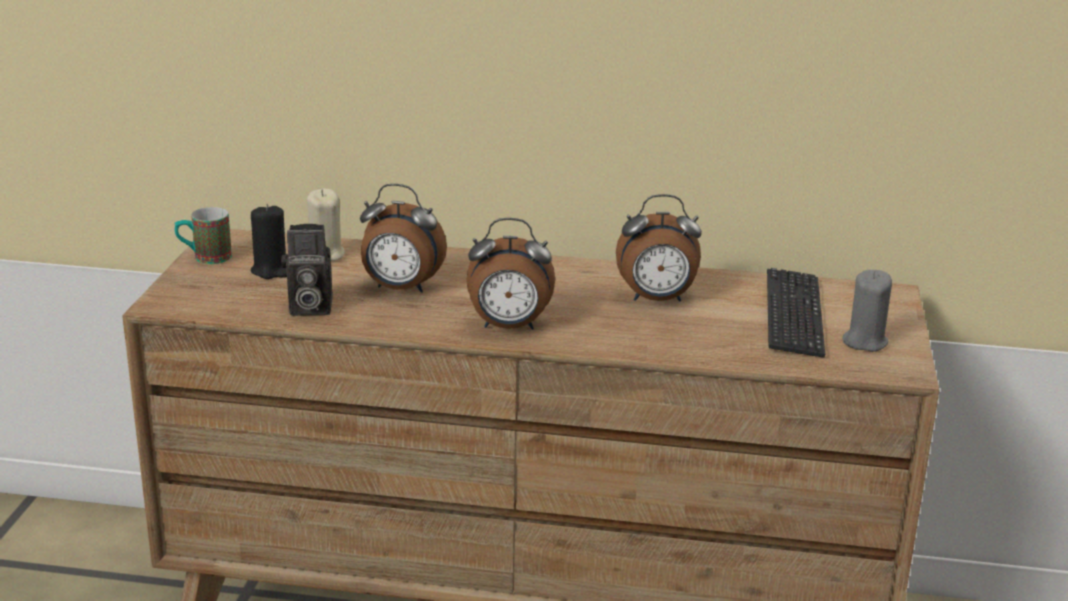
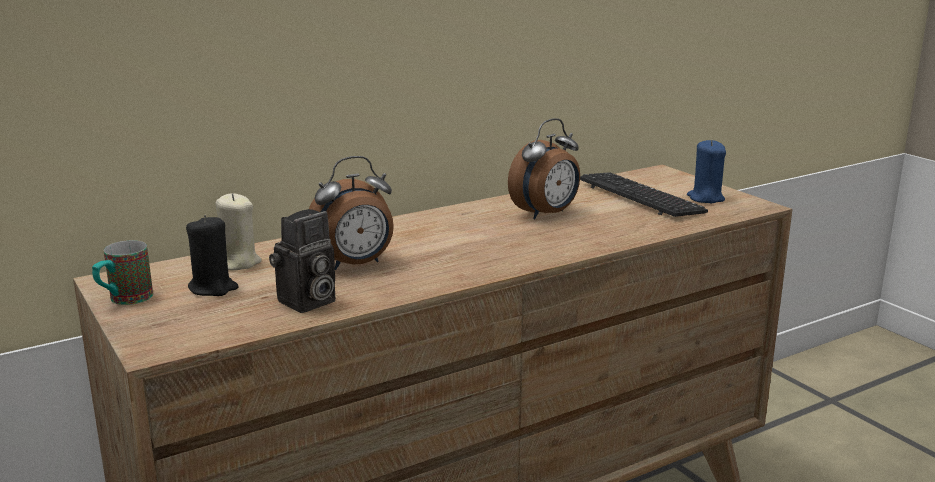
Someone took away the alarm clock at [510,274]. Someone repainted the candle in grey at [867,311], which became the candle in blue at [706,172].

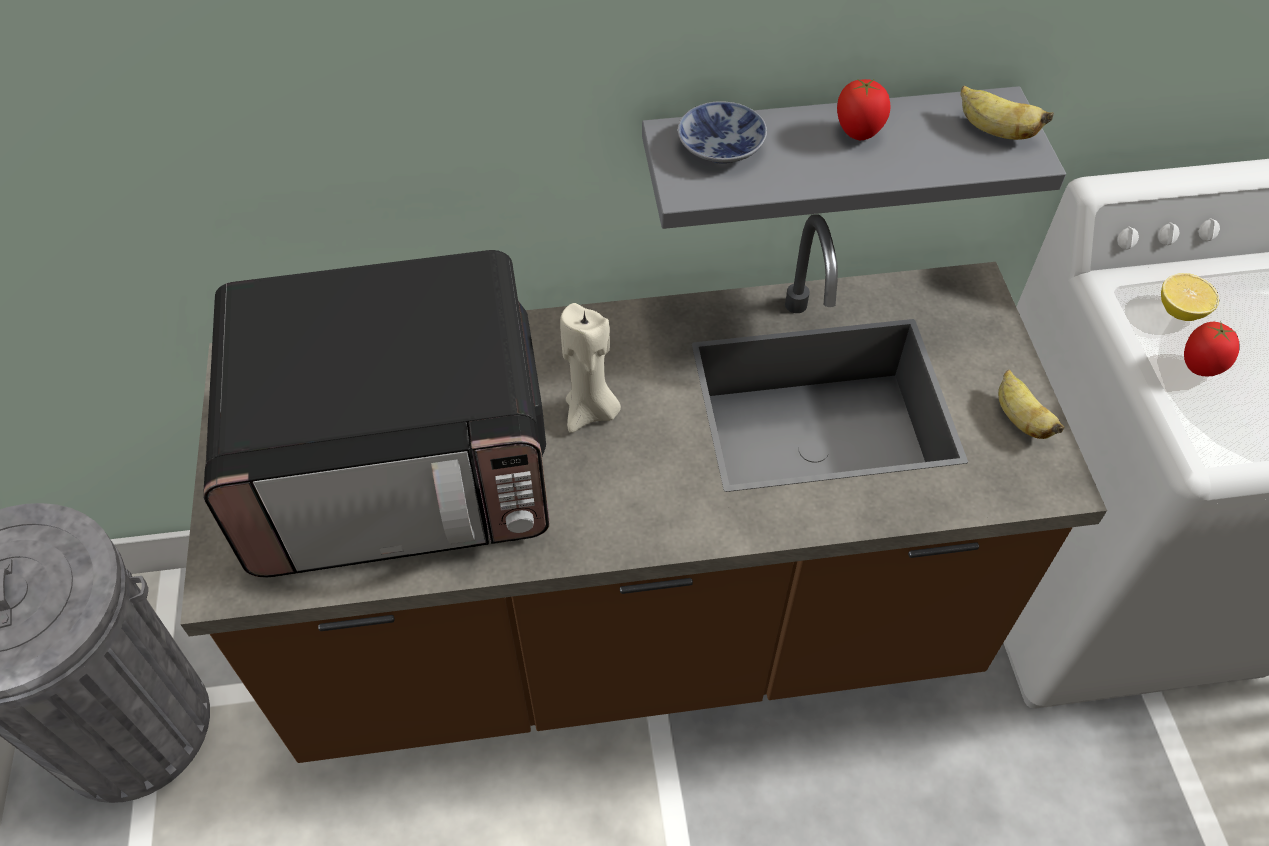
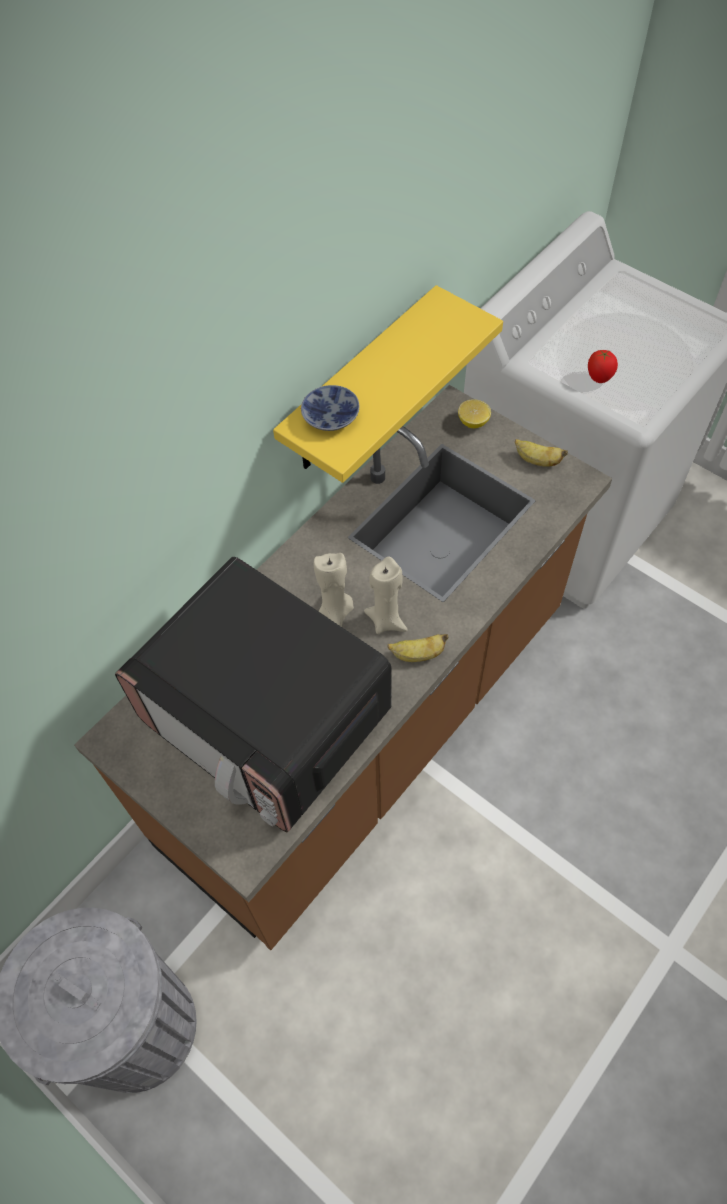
Someone took away the tomato at [863,109]. Someone carried the banana from [1007,112] to [418,648]. Someone repainted the shelf in grey at [854,157], which became the shelf in yellow at [388,384]. Someone rotated the microwave at [376,414] by 90 degrees clockwise. Someone carried the lemon from [1190,297] to [474,413]. Someone put down the candle in beige at [386,595].

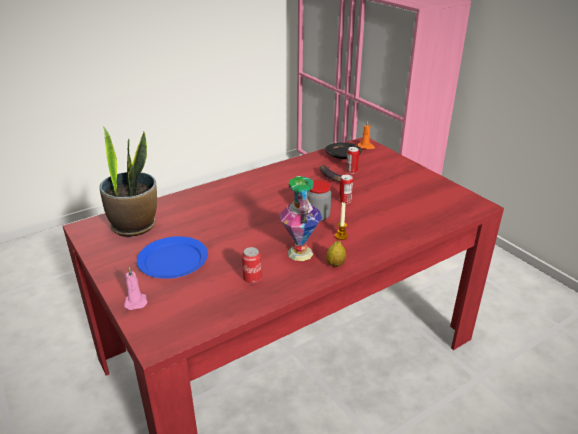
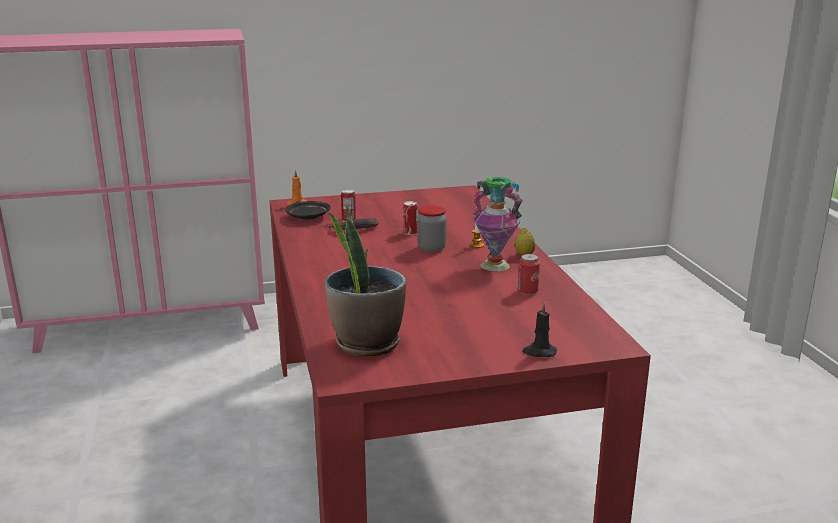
Someone took away the plate in blue at [172,257]. Someone repainted the candle in pink at [136,288], which became the candle in black at [539,329].

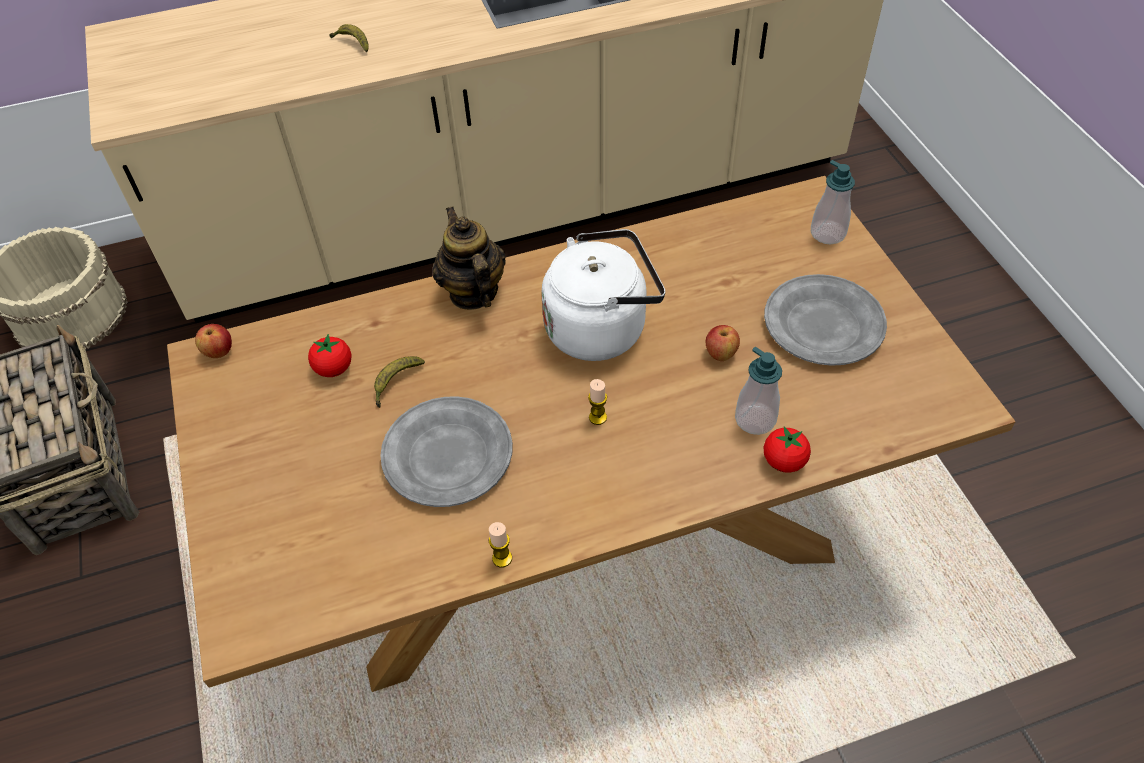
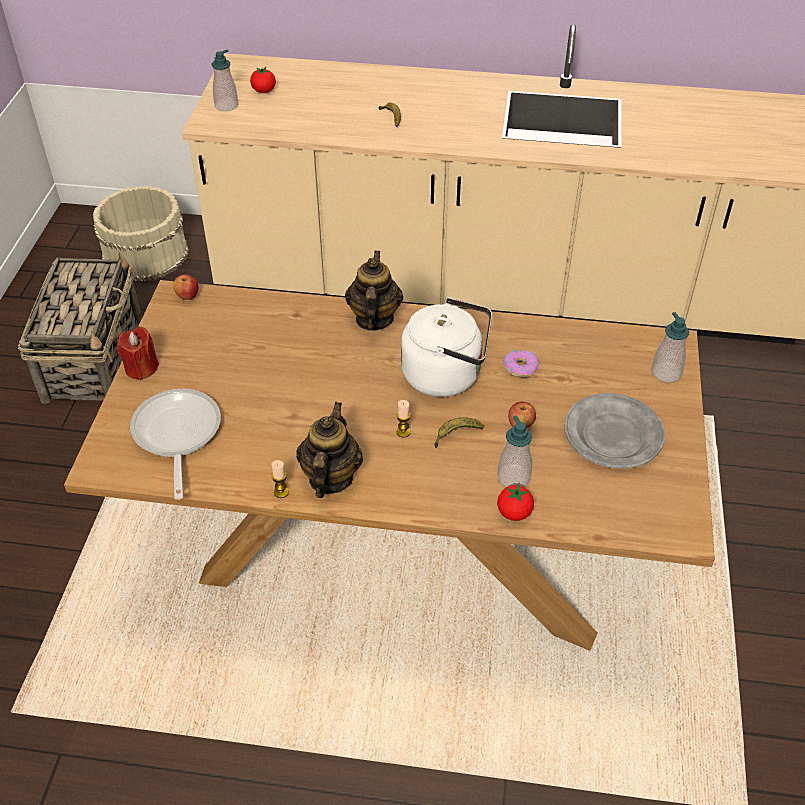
Someone carried the tomato from [330,355] to [263,80]. Someone carried the banana from [399,382] to [459,432]. Someone took away the plate in grey at [446,451]. Someone put down the soap dispenser at [225,80]. Someone put down the candle in red at [138,353]. Someone put down the donut at [521,363]. Someone put down the frying pan at [175,444]. Someone put down the teapot at [329,450].

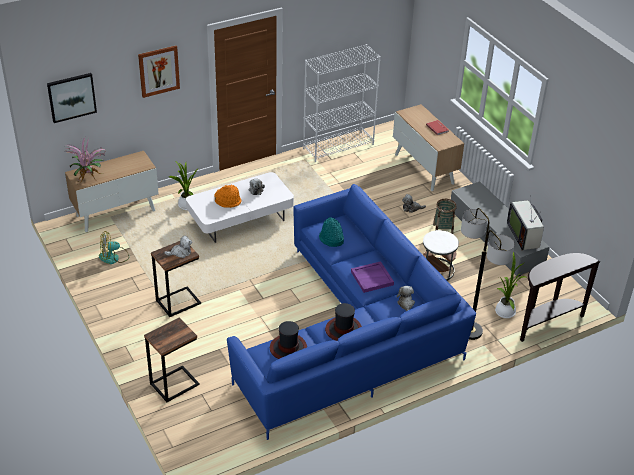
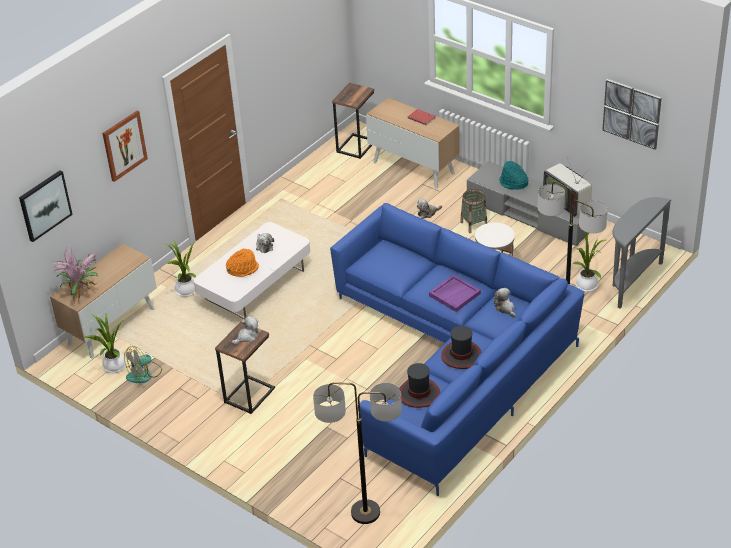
Someone took away the bookcase in white at [342,103]. Someone carried the hat in turquoise from [331,232] to [513,175]. Someone repainted the console table in brown at [560,297], which became the console table in grey at [641,253]. Someone carried the side table from [172,360] to [353,121]. Someone put up the picture at [632,114]. Someone put down the potted plant at [105,343]. Someone put down the floor lamp at [357,453].

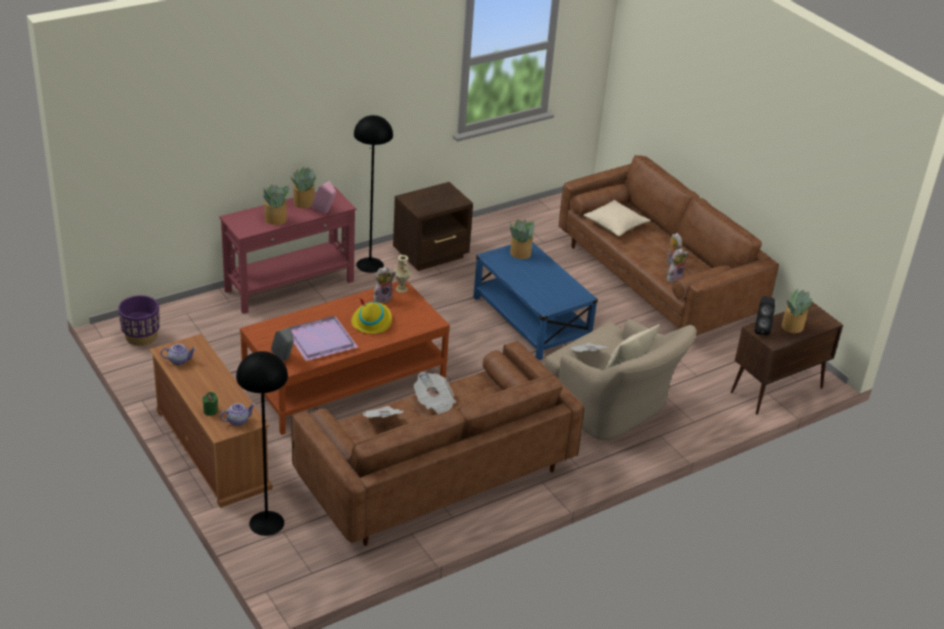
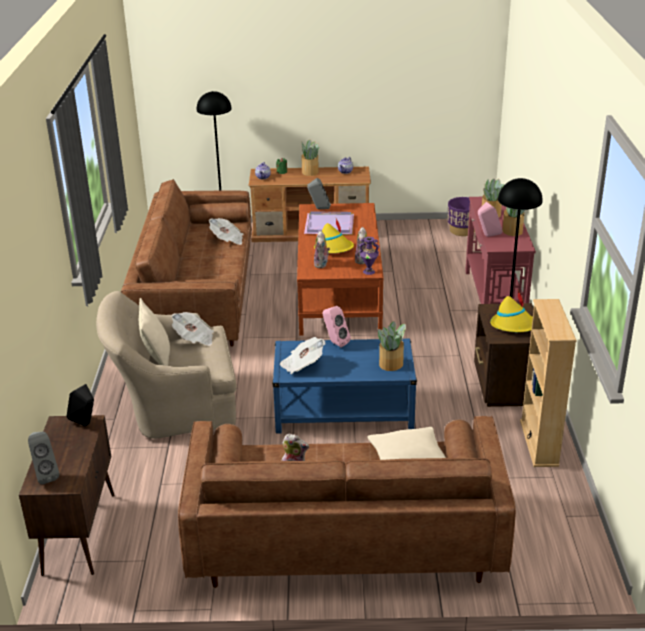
Someone carried the plush toy from [678,265] to [322,249]. Someone repainted the vase in beige at [402,273], which became the vase in purple at [369,256]. Someone carried the potted plant from [797,311] to [310,158]. Someone carried the newspaper from [435,393] to [303,355]. Someone put down the hat in yellow at [511,311]. Someone put down the bookcase in beige at [548,383]. Someone put down the speaker in pink at [336,327]. Someone put down the speaker in grey at [43,457].

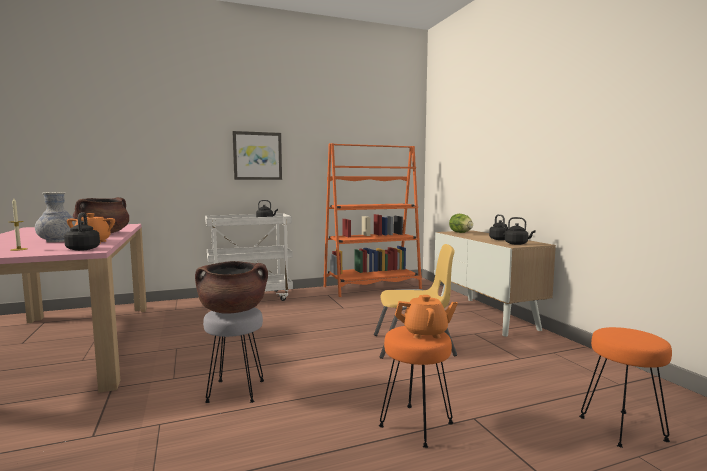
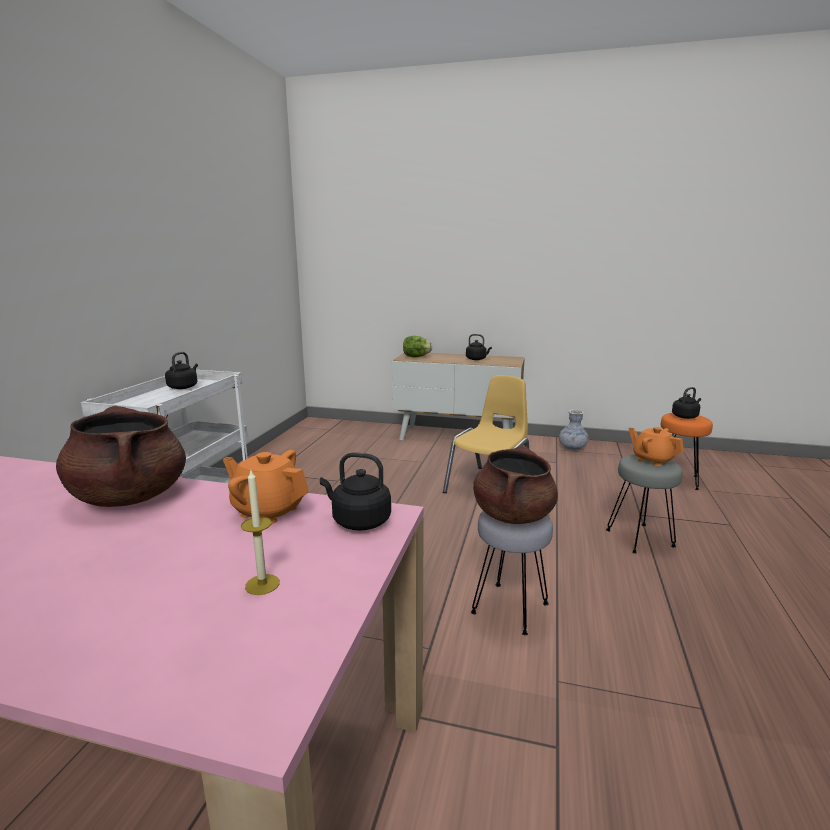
Someone took away the picture at [257,155]. Someone took away the bookcase in orange at [373,220]. Someone carried the vase from [55,217] to [574,430]. Someone carried the kettle in black from [520,231] to [686,403]. Someone rotated the teapot in orange at [426,317] by 75 degrees counterclockwise. Someone repainted the stool in orange at [416,387], which became the stool in grey at [644,503].

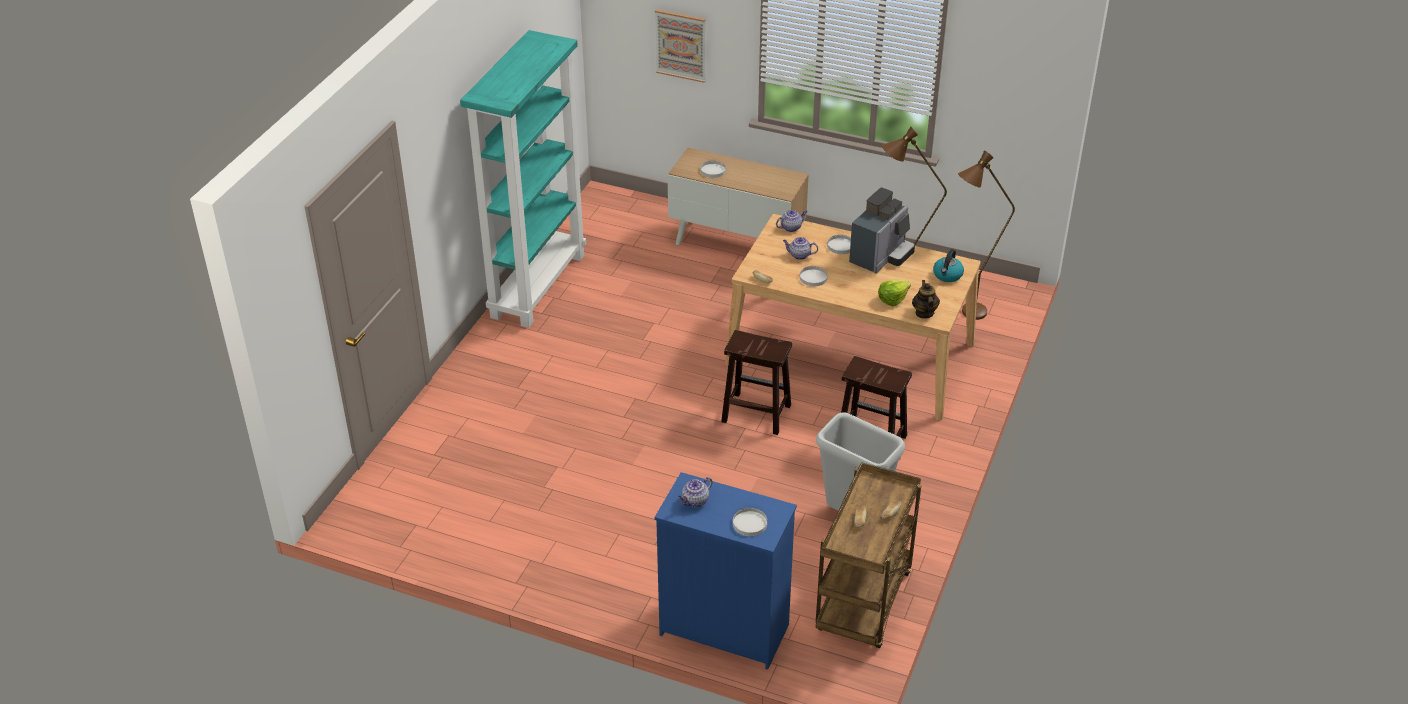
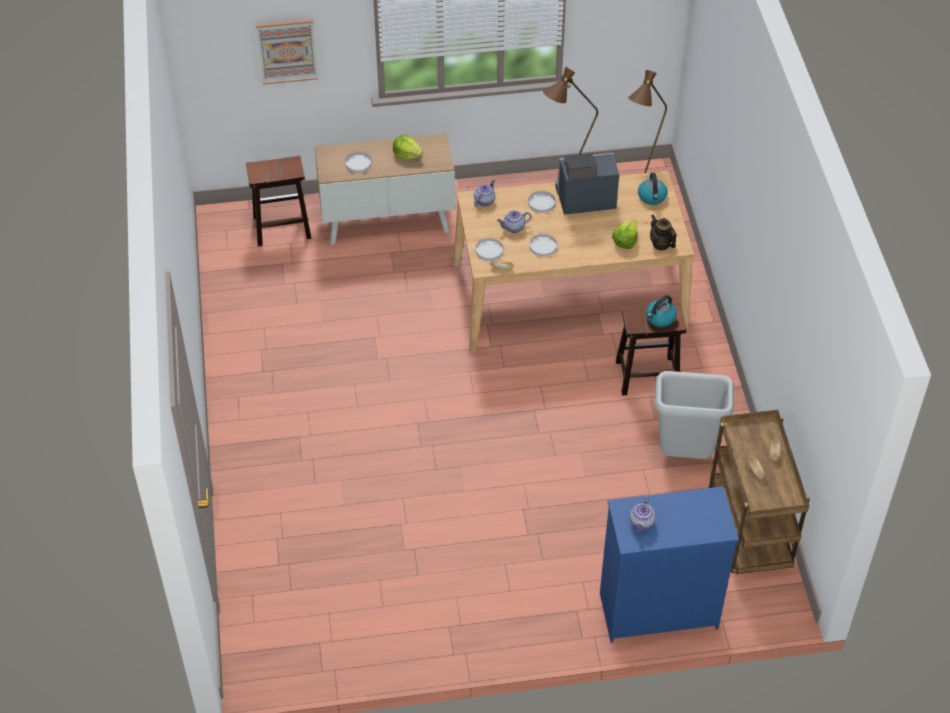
Someone took away the bookcase in turquoise at [523,179]. Someone rotated the coffee machine at [882,230] by 105 degrees counterclockwise. Someone carried the stool in brown from [756,382] to [278,201]. Someone carried the plate in white from [750,522] to [489,249]. Someone put down the lettuce at [408,147]. Someone put down the kettle at [661,311].

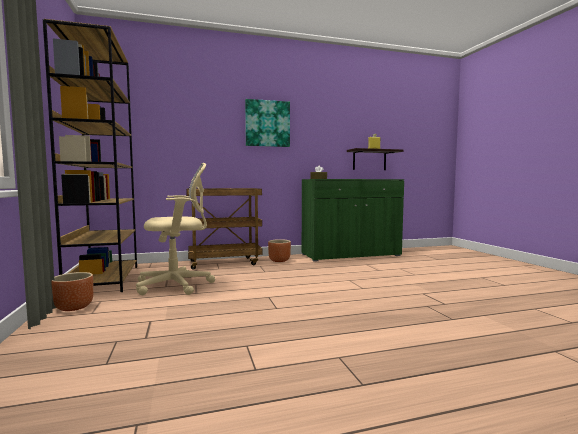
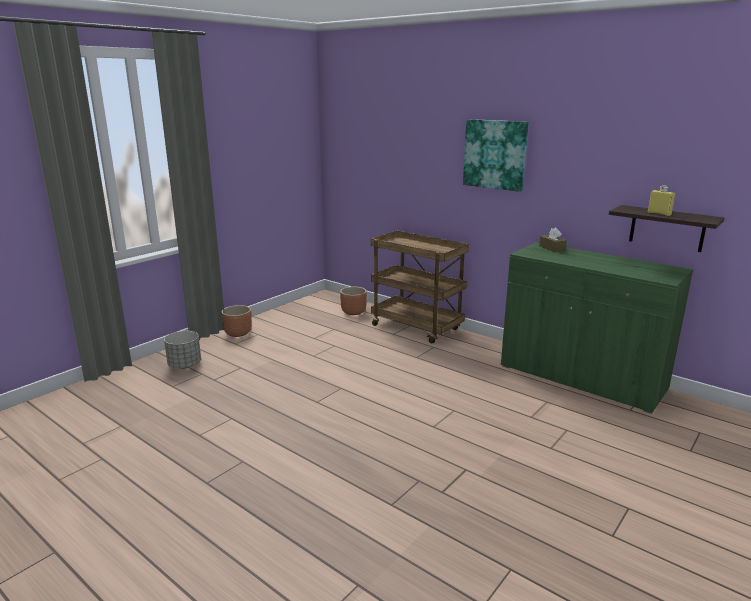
Someone took away the bookcase in brown at [90,155]. Someone took away the office chair in beige at [175,229]. Someone carried the planter in brown from [279,250] to [353,301]. Someone put down the planter in grey at [182,350].

